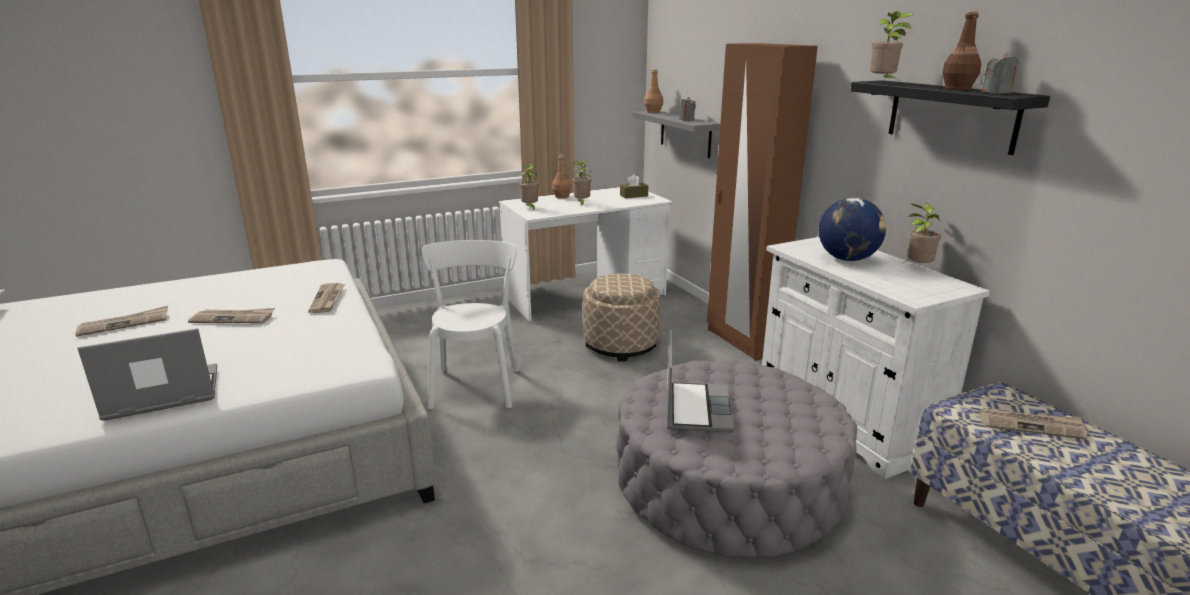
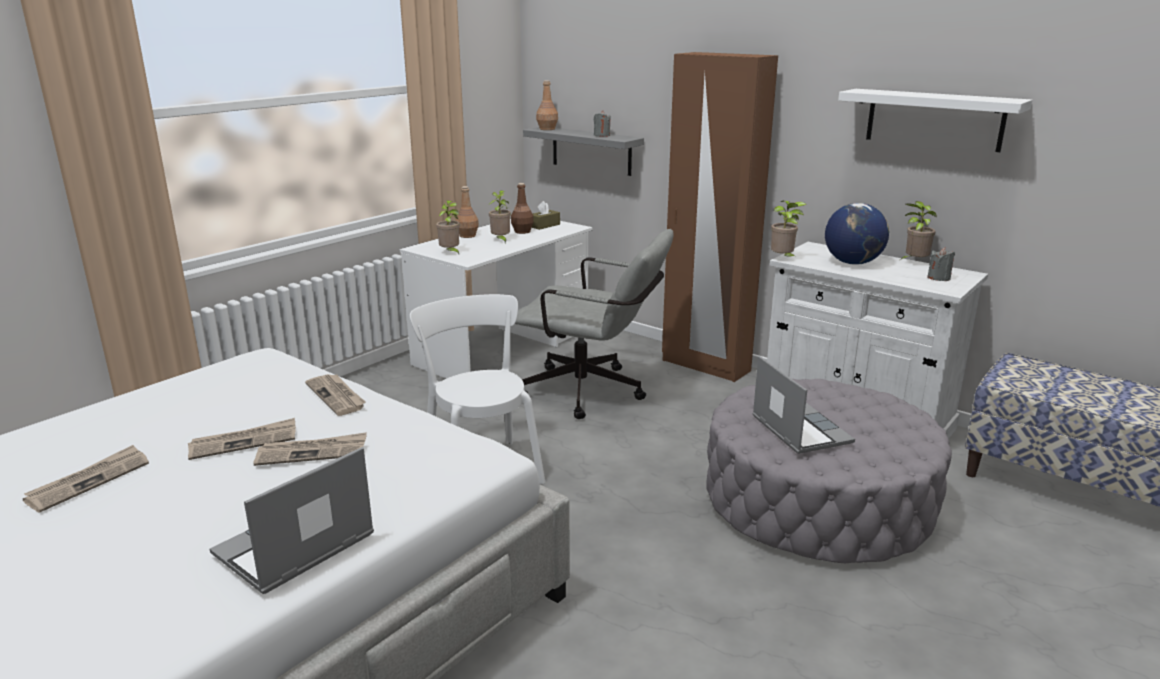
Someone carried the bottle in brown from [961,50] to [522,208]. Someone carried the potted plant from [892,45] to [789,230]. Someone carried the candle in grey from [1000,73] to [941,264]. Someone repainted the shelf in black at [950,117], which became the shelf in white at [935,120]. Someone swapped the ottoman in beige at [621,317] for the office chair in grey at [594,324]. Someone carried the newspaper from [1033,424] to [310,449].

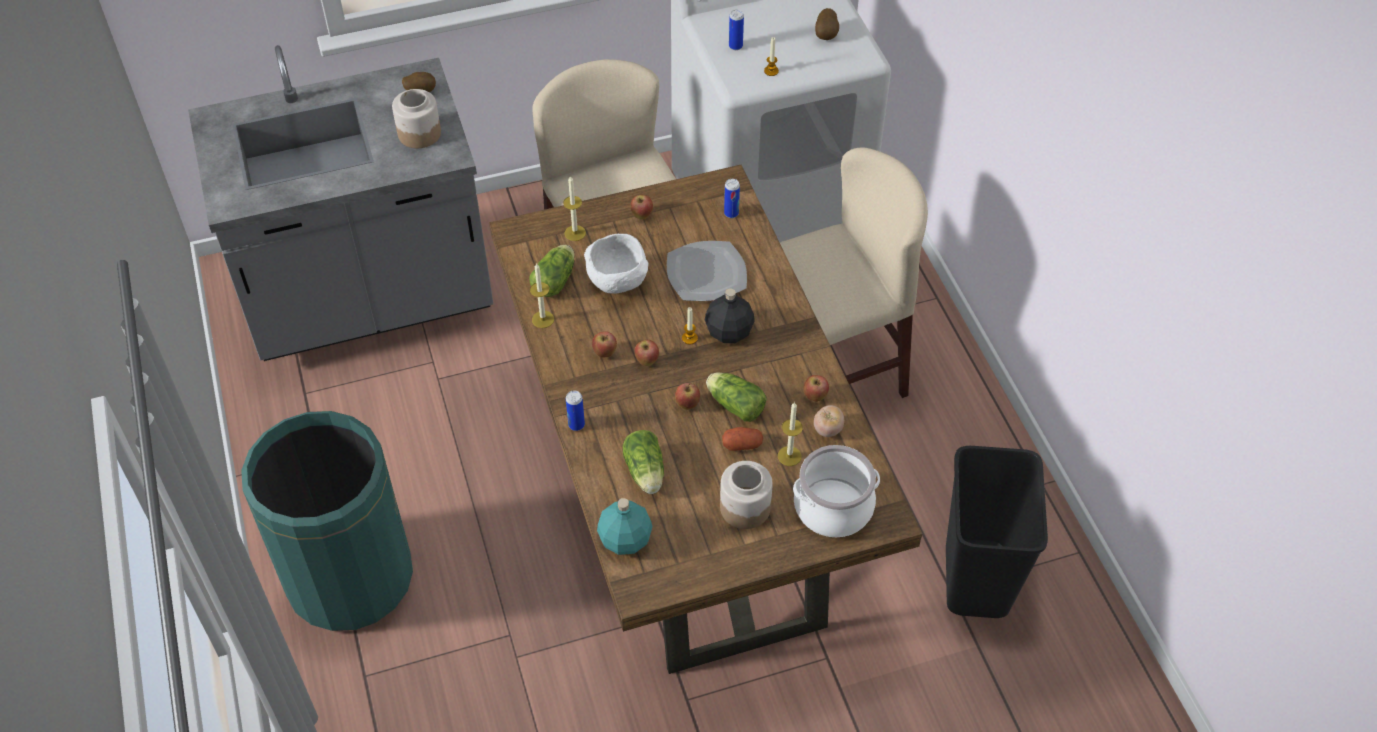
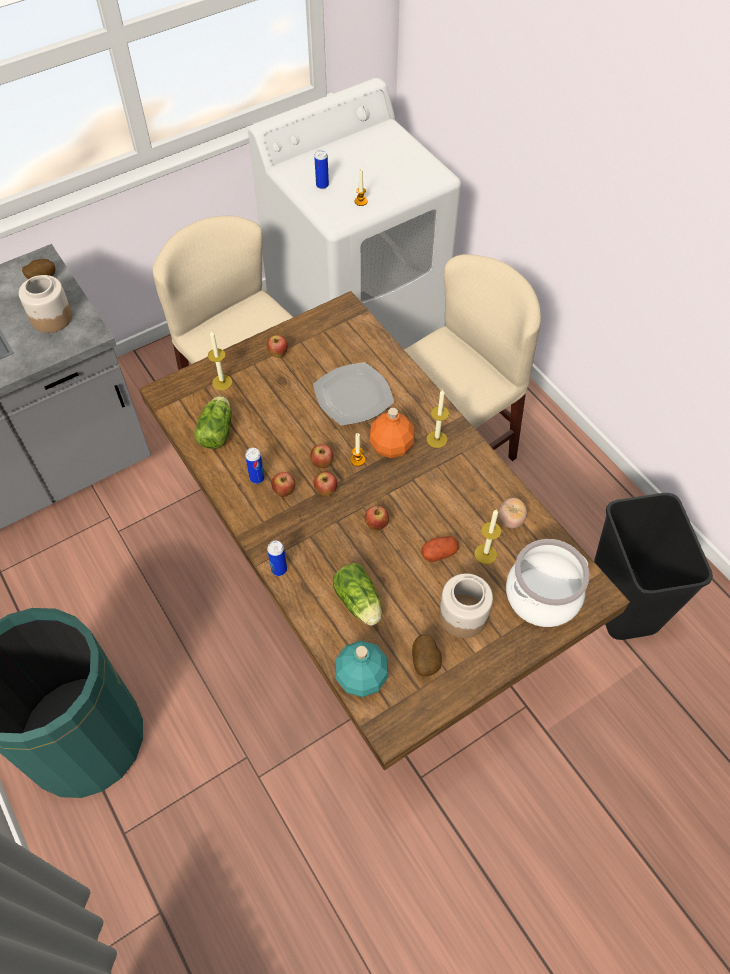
Someone carried the potato from [827,24] to [427,655]. Someone carried the can from [732,198] to [255,466]. Someone took away the bowl in white at [616,264]. Someone carried the candle from [542,295] to [438,418]. Someone repainted the bottle in black at [730,316], which became the bottle in orange at [392,433]. Someone took away the lettuce at [736,397]. Someone carried the apple from [816,388] to [322,456].

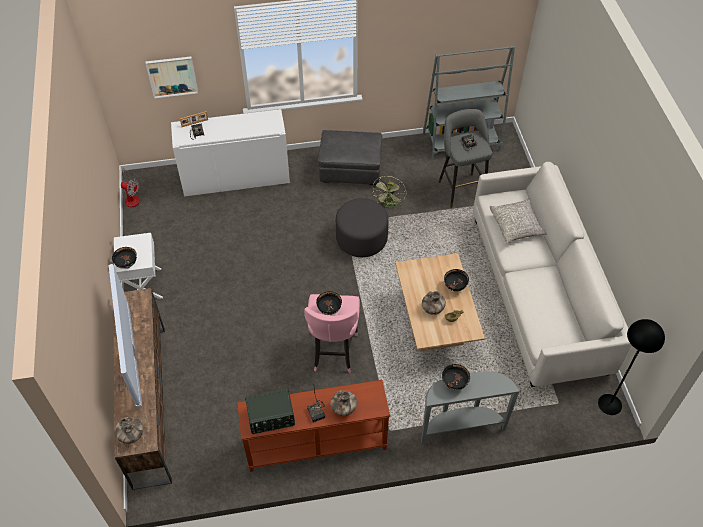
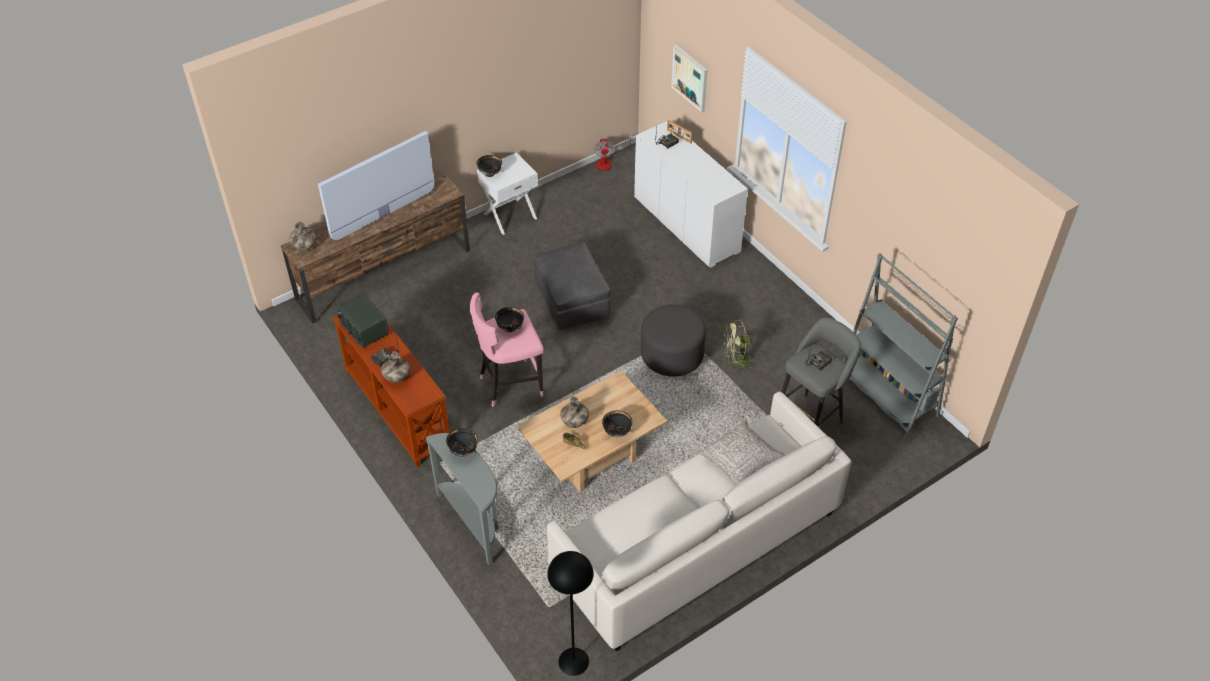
Someone carried the ottoman in grey from [350,157] to [571,285].

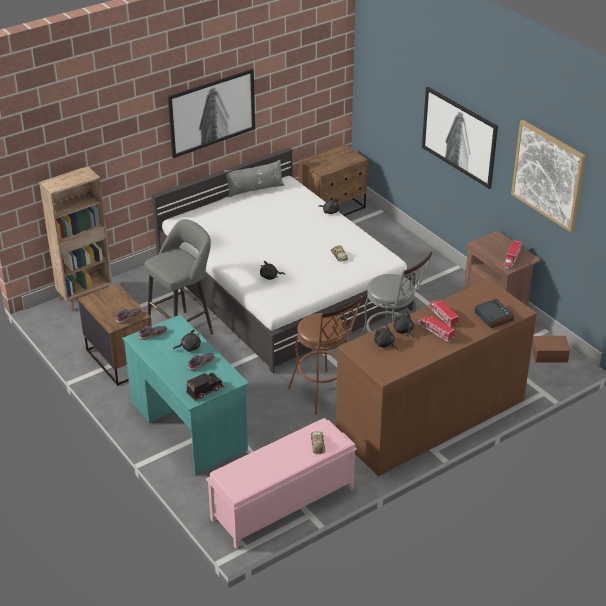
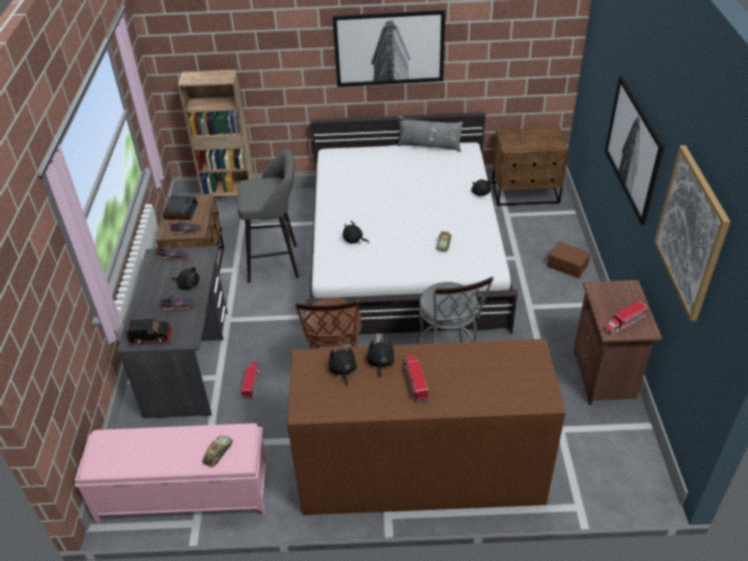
Someone carried the alarm clock from [494,313] to [180,207]. Someone carried the toy truck from [443,314] to [250,380]. Someone repainted the desk in turquoise at [185,395], which became the desk in grey at [172,332]. Someone carried the storage box in brown from [551,349] to [569,259].

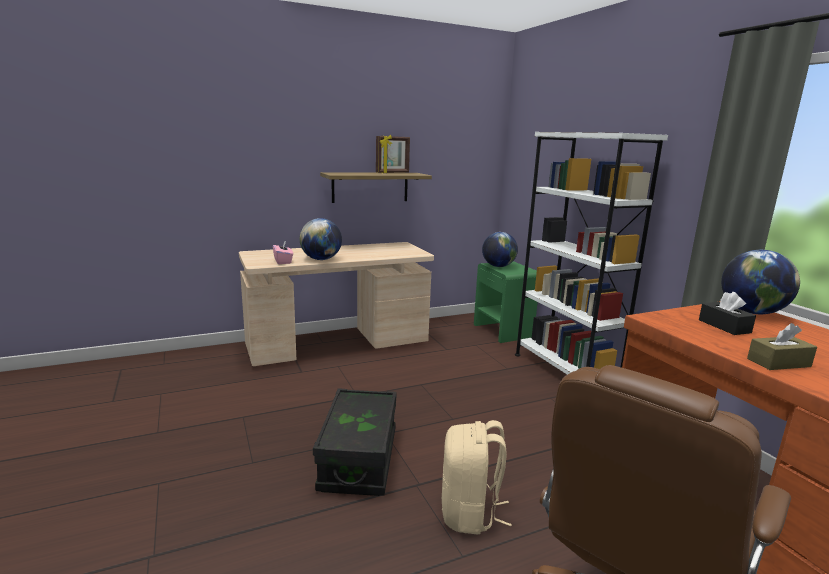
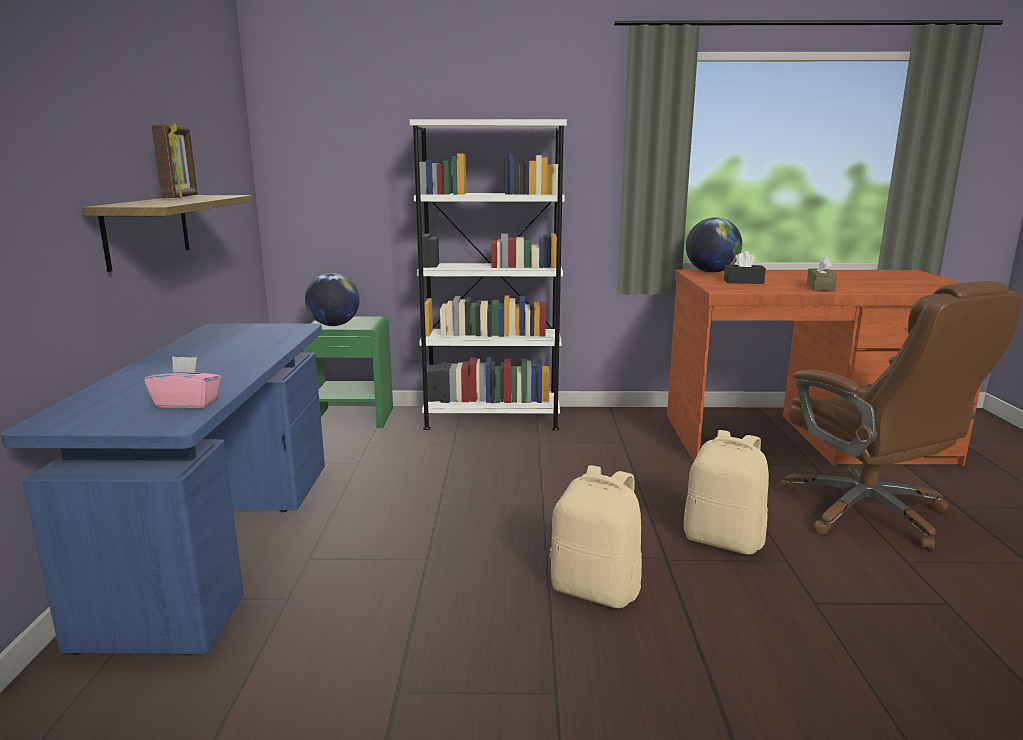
Someone took away the globe at [321,239]. Someone repainted the desk in beige at [336,304], which became the desk in blue at [163,489]. Someone swapped the storage box in black at [355,442] for the backpack in beige at [596,536].

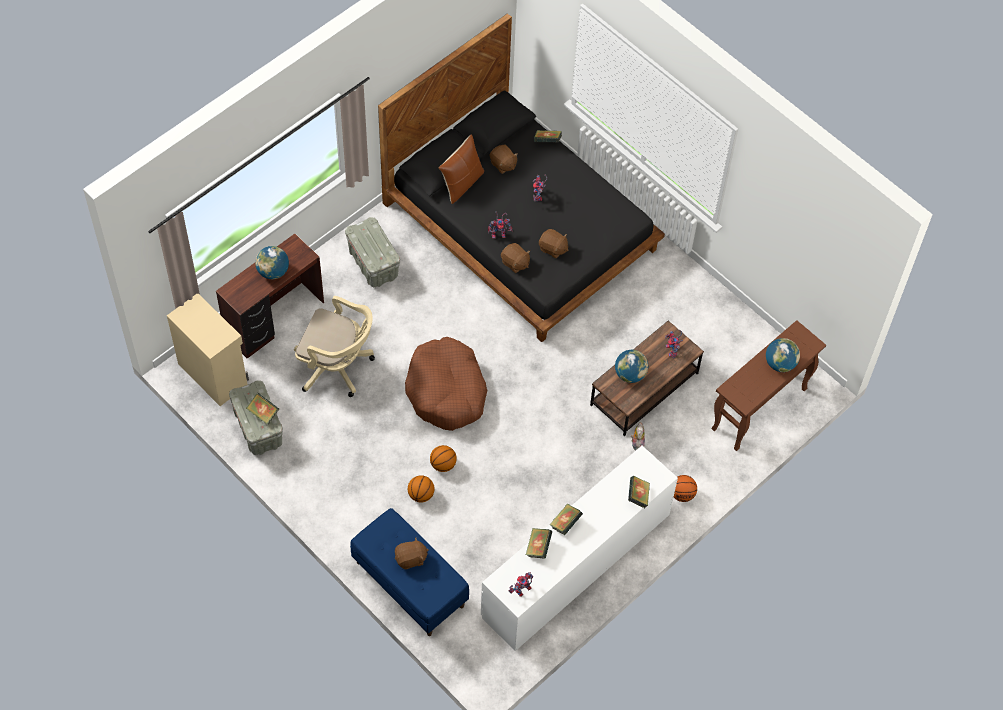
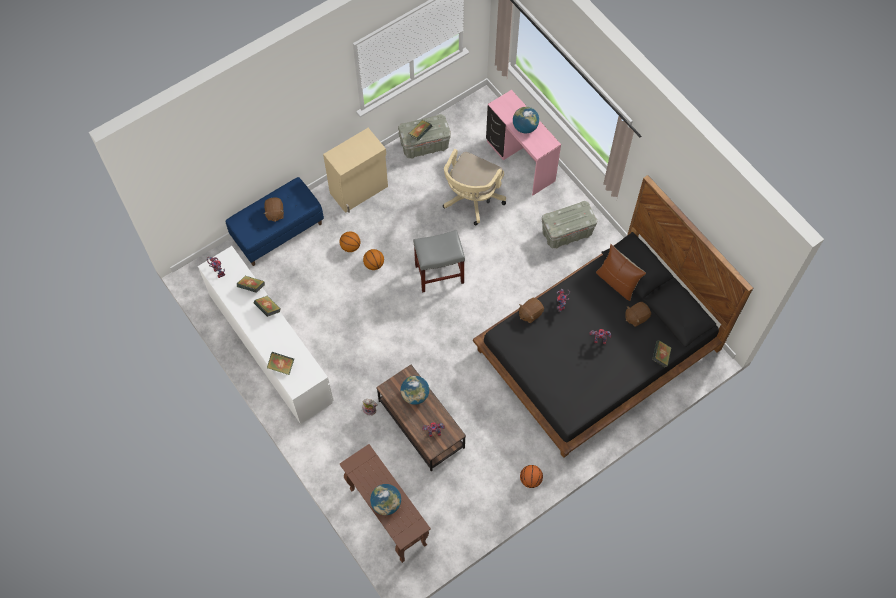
Someone took away the plush toy in brown at [553,243]. Someone repainted the desk in brown at [270,296], which became the desk in pink at [523,143]. Someone carried the cabinet in beige from [208,350] to [355,170]. Someone swapped the dog bed in brown at [446,384] for the stool in grey at [439,261]. Someone carried the basketball from [685,488] to [531,476].

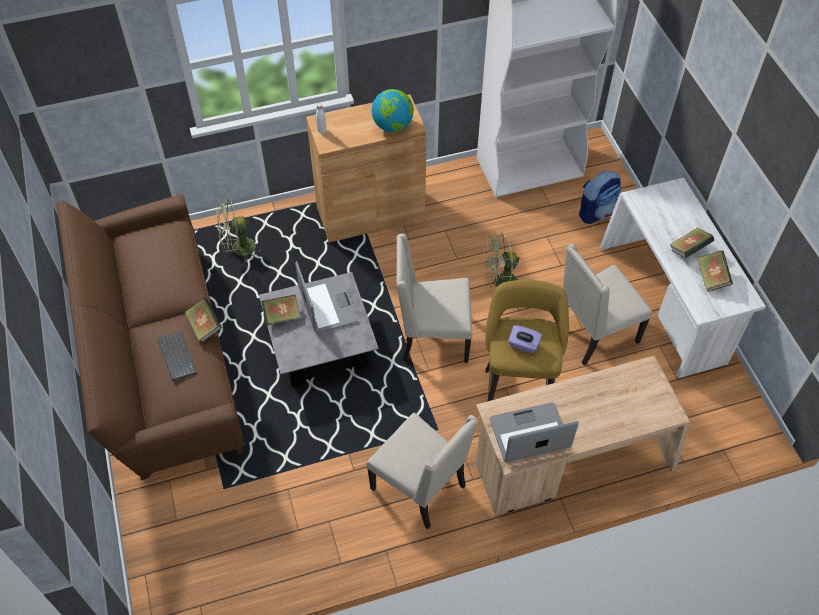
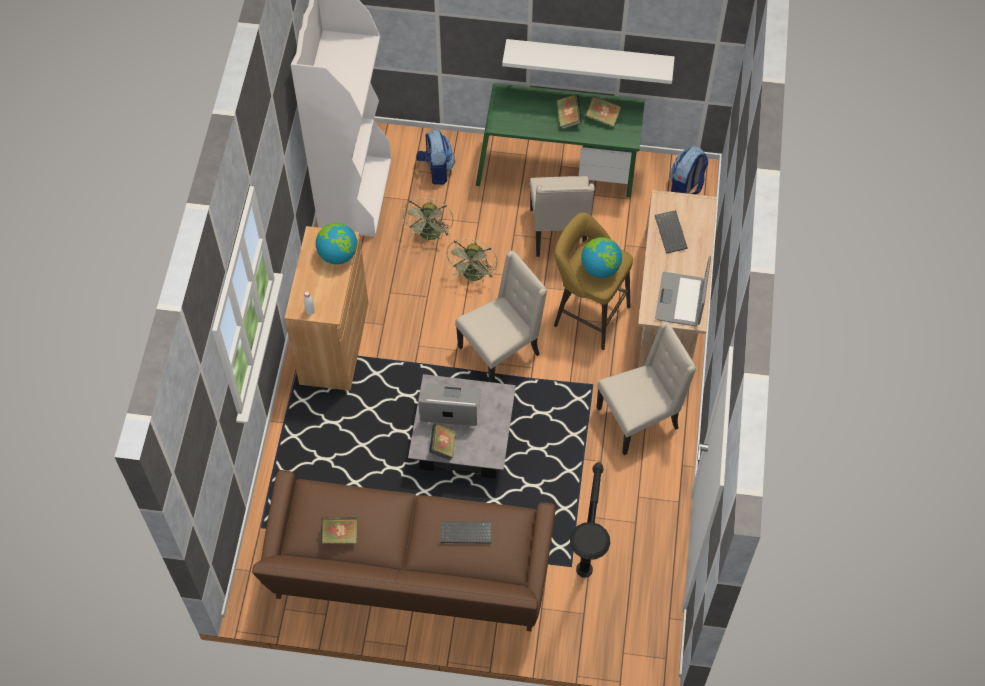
Someone repainted the desk in white at [683,278], which became the desk in green at [560,140]. Someone carried the fan in green from [239,230] to [428,219]. Someone rotated the chair in beige at [434,298] by 150 degrees counterclockwise. Someone carried the book from [203,320] to [339,530]. Someone swapped the tissue box in purple at [525,339] for the globe at [601,257]. Someone put up the shelf in white at [588,61]. Someone put down the backpack at [689,170]. Someone put down the keyboard at [671,232]. Someone put down the floor lamp in black at [590,520].

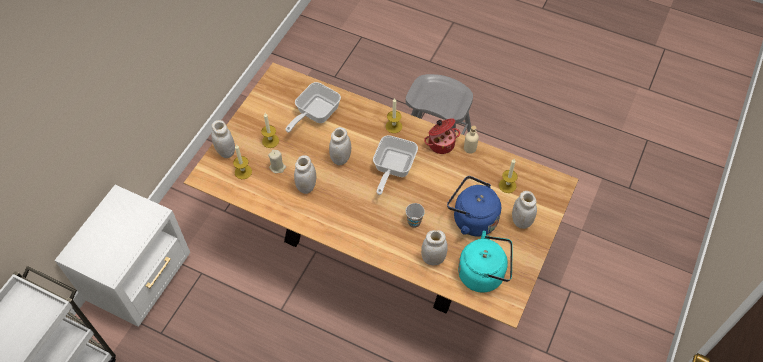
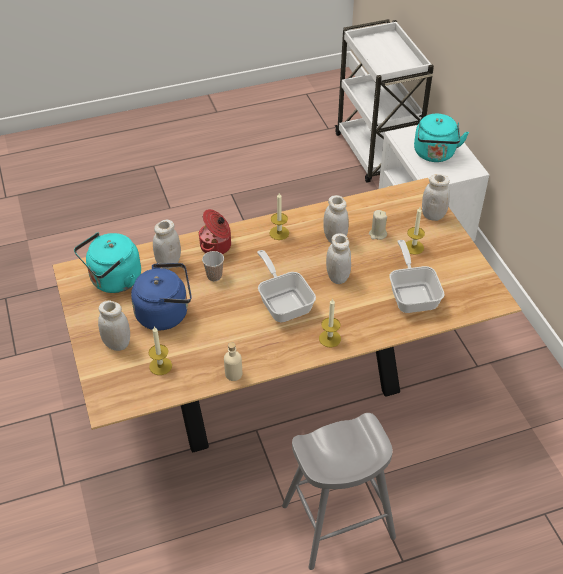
Someone carried the cooking pot from [442,136] to [214,231]. Someone carried the candle from [242,162] to [279,216]. Someone put down the kettle in turquoise at [441,138].

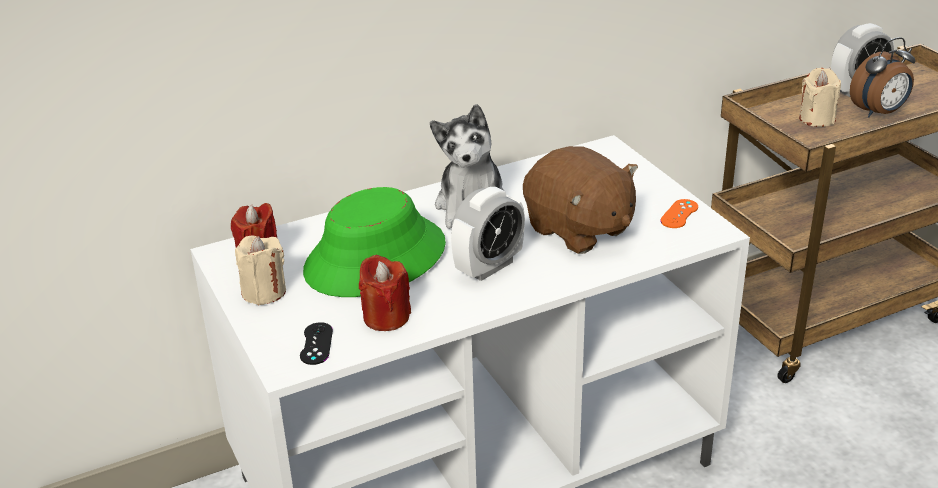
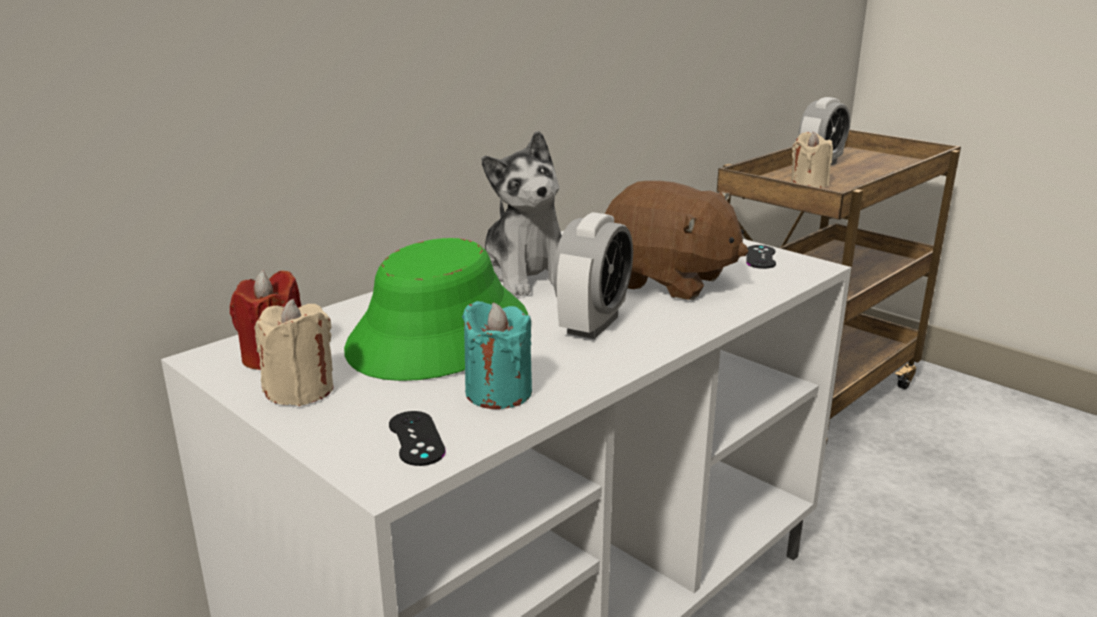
Someone took away the alarm clock at [882,77]. Someone repainted the game controller in orange at [679,213], which became the game controller in black at [761,257]. Someone repainted the candle in red at [385,293], which became the candle in turquoise at [497,355].

